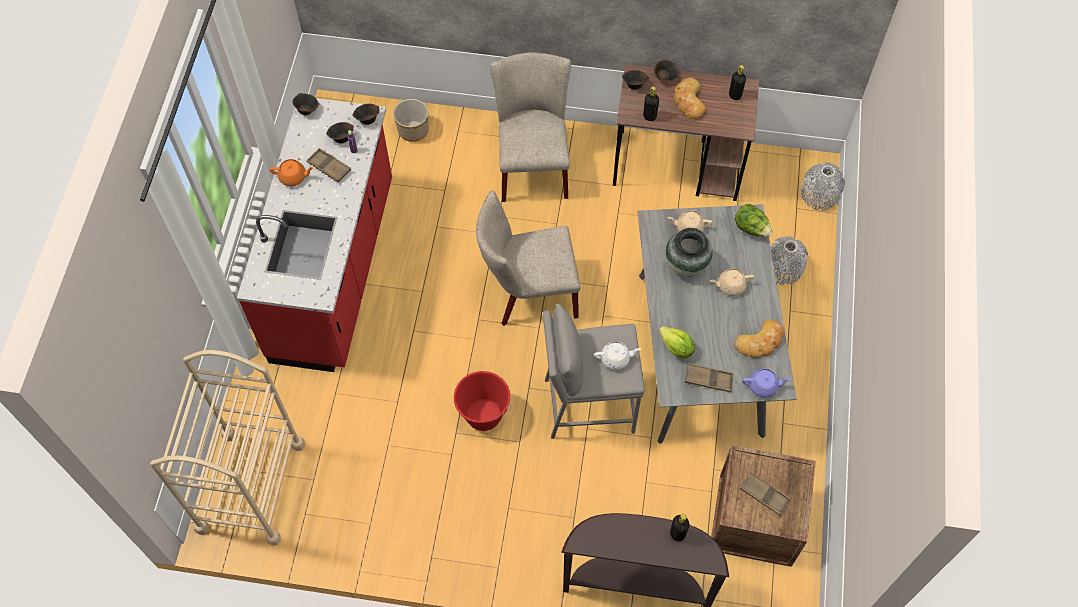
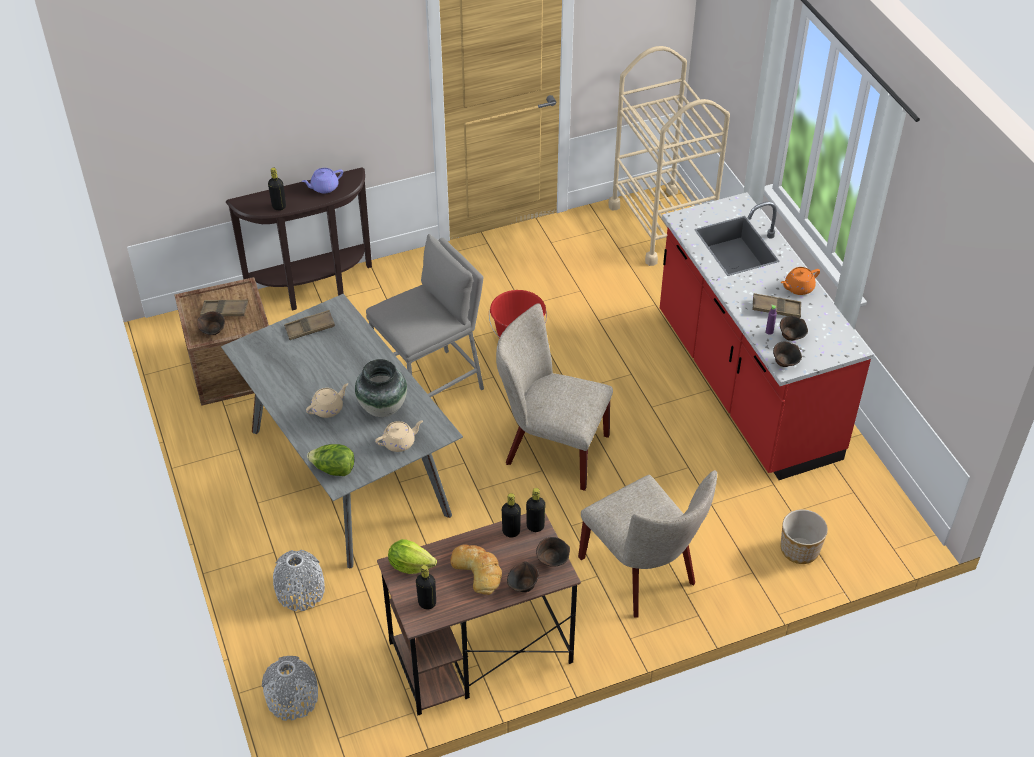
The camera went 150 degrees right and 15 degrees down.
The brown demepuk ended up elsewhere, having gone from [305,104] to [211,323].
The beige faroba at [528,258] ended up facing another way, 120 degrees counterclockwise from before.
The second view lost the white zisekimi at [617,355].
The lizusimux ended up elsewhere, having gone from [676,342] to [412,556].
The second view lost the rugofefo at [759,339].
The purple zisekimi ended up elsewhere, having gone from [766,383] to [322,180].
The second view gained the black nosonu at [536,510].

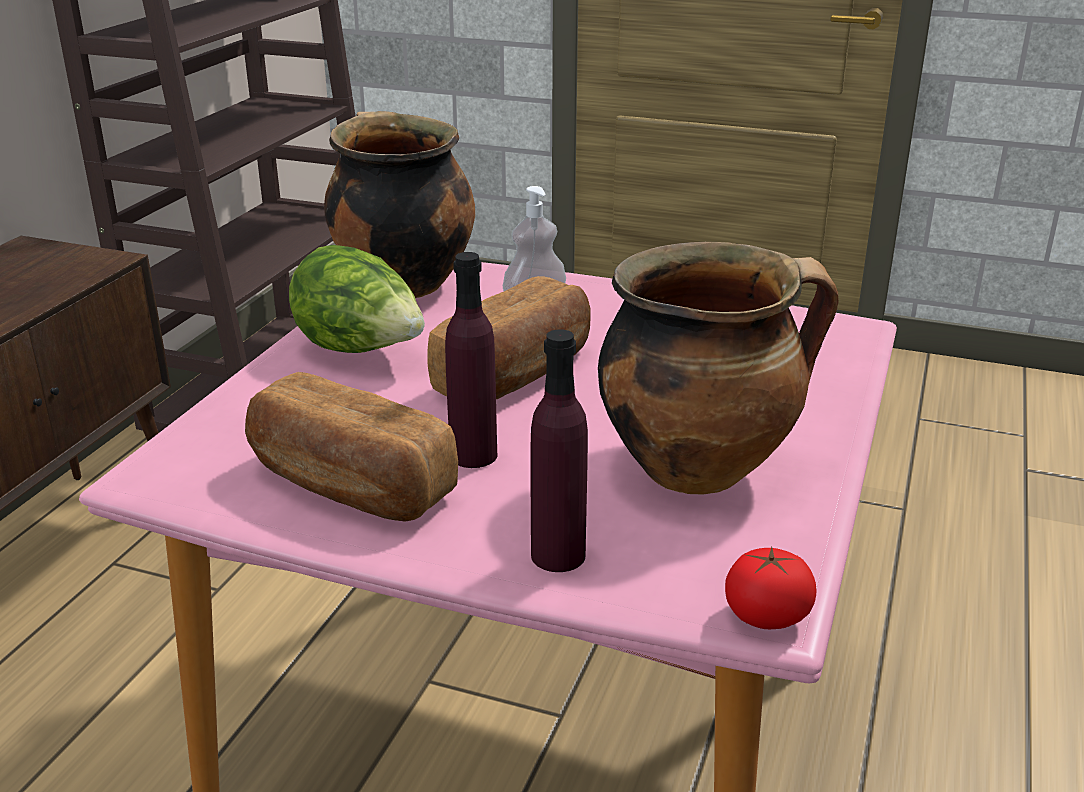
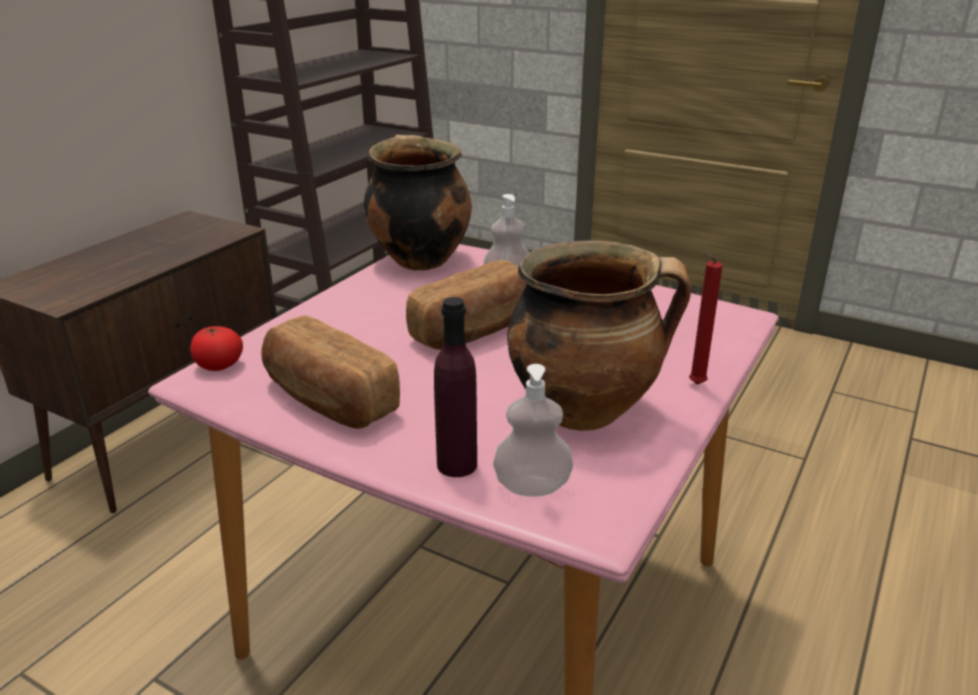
The camera went 10 degrees right and 0 degrees up.
The second view lost the lizusimux at [357,299].
The second view lost the purple nosonu at [471,360].
The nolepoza ended up elsewhere, having gone from [771,588] to [216,348].
The second view gained the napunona at [533,430].
The second view gained the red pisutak at [706,318].

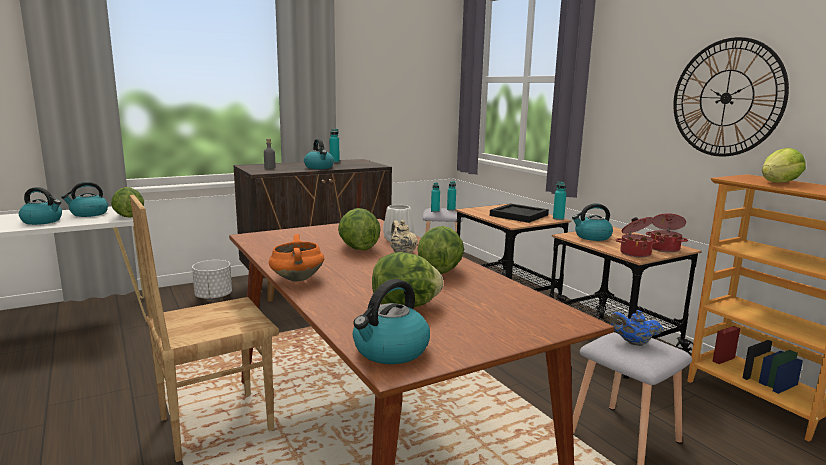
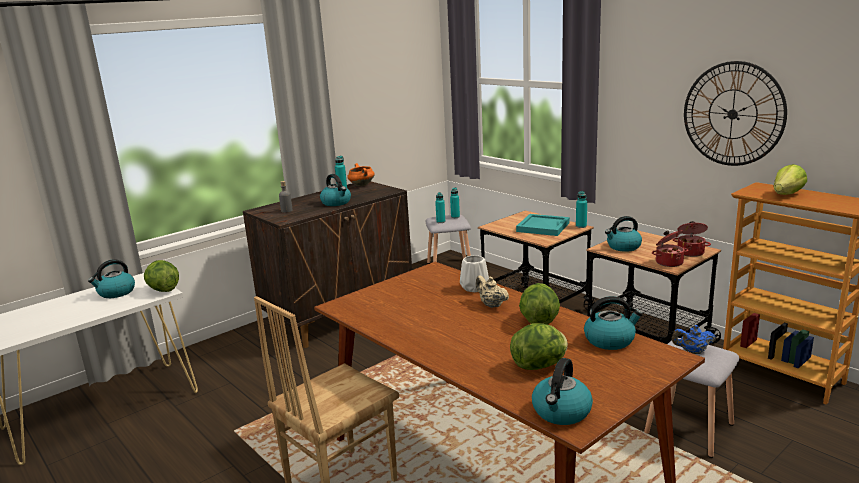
The camera went 10 degrees left and 5 degrees up.
The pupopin ended up elsewhere, having gone from [40,206] to [613,323].
The second view lost the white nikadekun at [212,280].
The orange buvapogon ended up elsewhere, having gone from [296,258] to [361,174].
The second view lost the lizusimux at [359,229].
What was the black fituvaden at [519,213] turned into the turquoise fituvaden at [543,225].

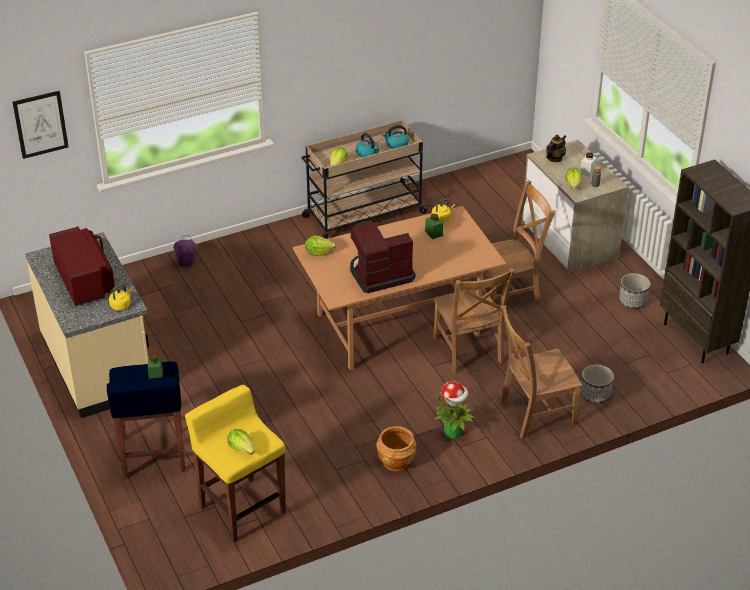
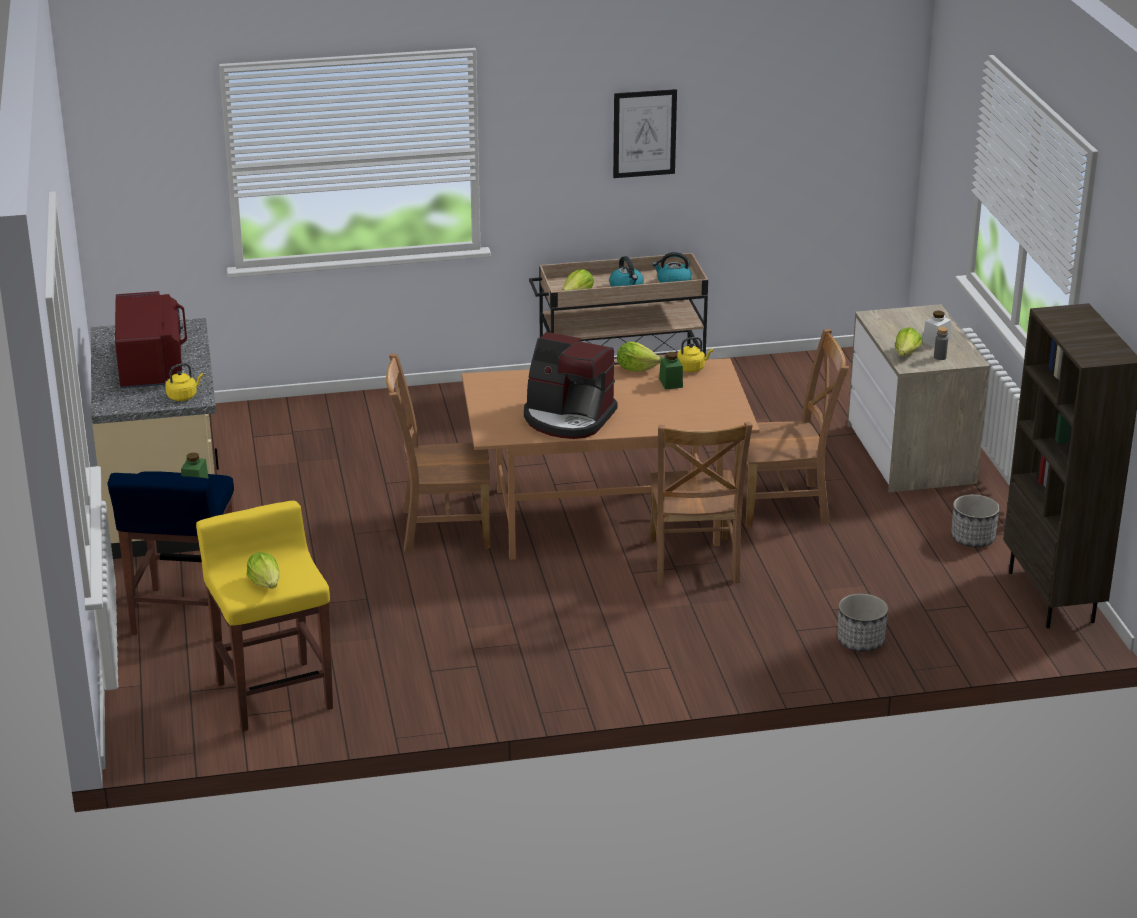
The camera went 15 degrees right and 10 degrees down.
The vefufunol ended up elsewhere, having gone from [40,125] to [645,133].
The second view lost the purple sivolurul at [184,251].
The lizusimux ended up elsewhere, having gone from [320,246] to [639,356].
The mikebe at [382,257] ended up facing another way, 150 degrees counterclockwise from before.
The second view lost the brown nikadekun at [396,448].
The second view lost the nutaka at [454,410].
The brown faroba ended up elsewhere, having gone from [541,372] to [438,452].
The second view lost the zisekimi at [556,148].

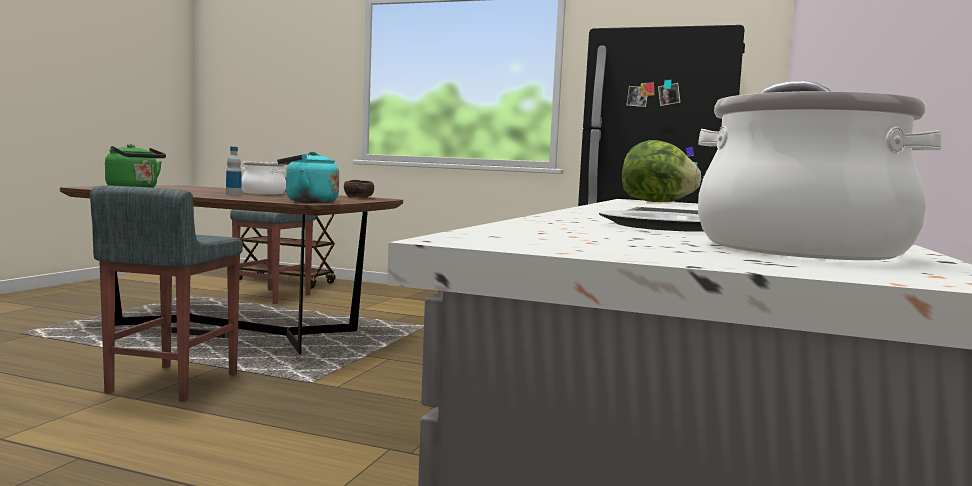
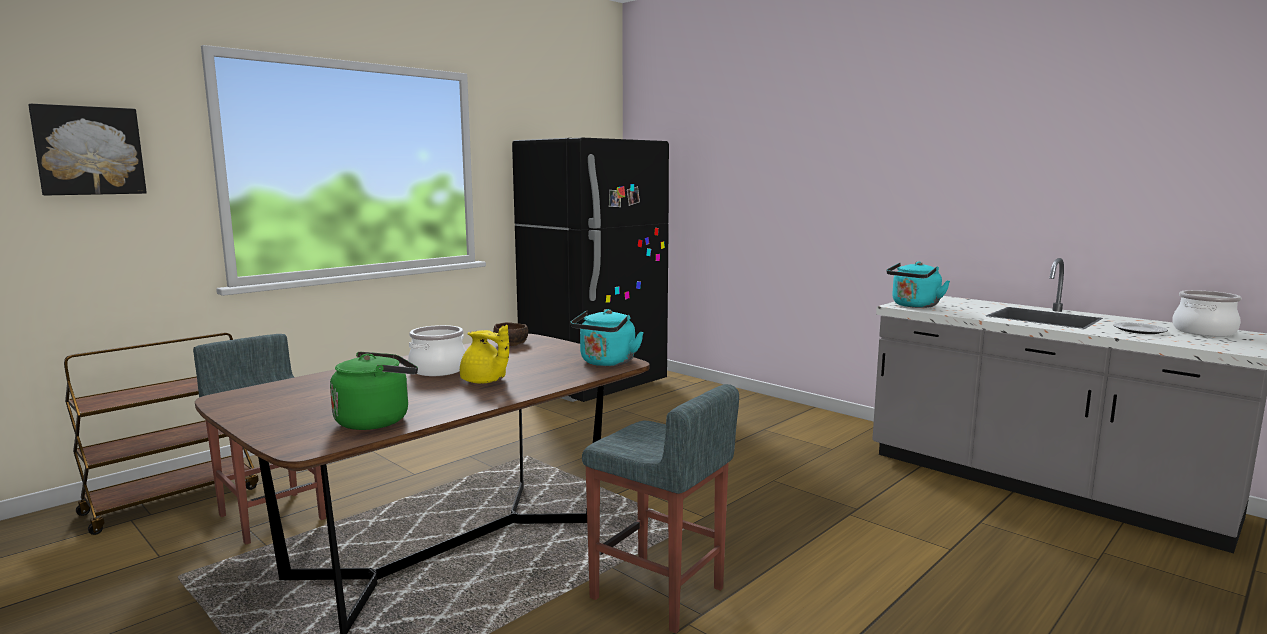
The camera went 65 degrees left and 5 degrees up.
Where the nosonu stood at [234,171], the yellow zisekimi came to stand at [484,354].
Where the lizusimux stood at [661,171], the turquoise pupopin came to stand at [918,284].
The second view gained the vefufunol at [87,149].

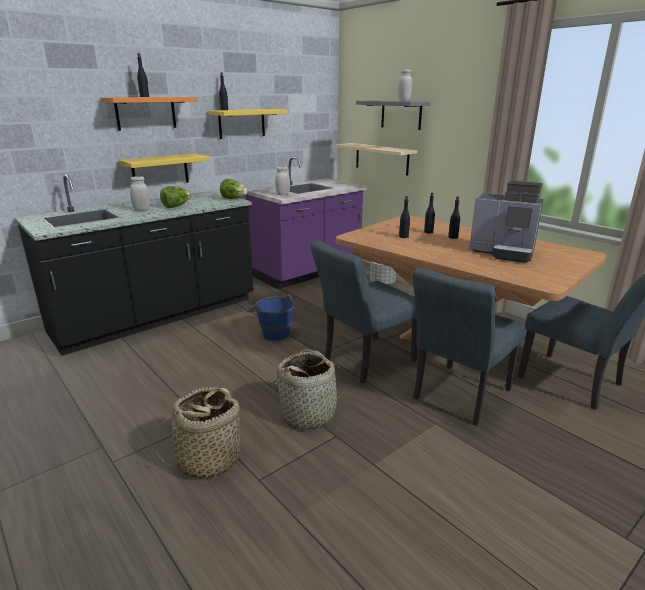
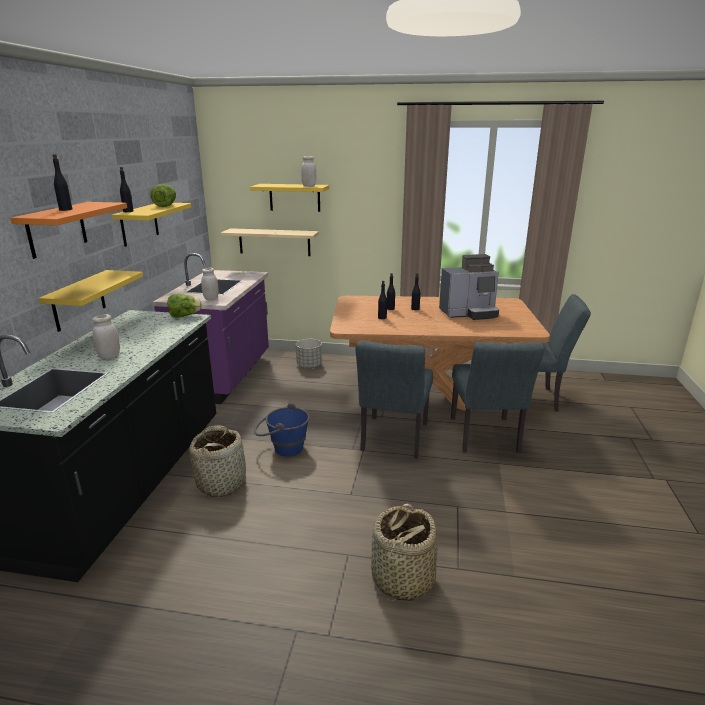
The camera went 40 degrees left and 0 degrees up.
The lizusimux ended up elsewhere, having gone from [175,197] to [163,195].
The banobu ended up elsewhere, having gone from [310,389] to [217,461].
What was the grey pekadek at [393,115] turned into the yellow pekadek at [289,198].

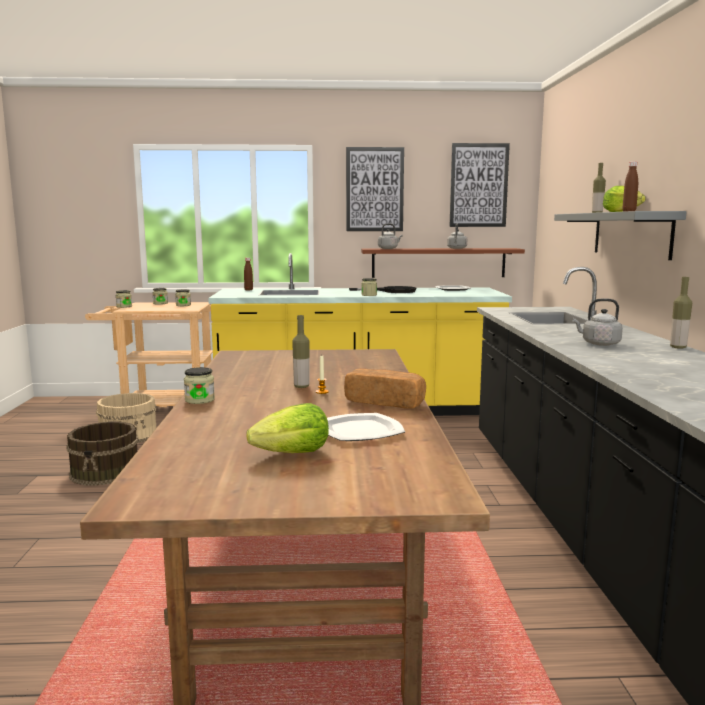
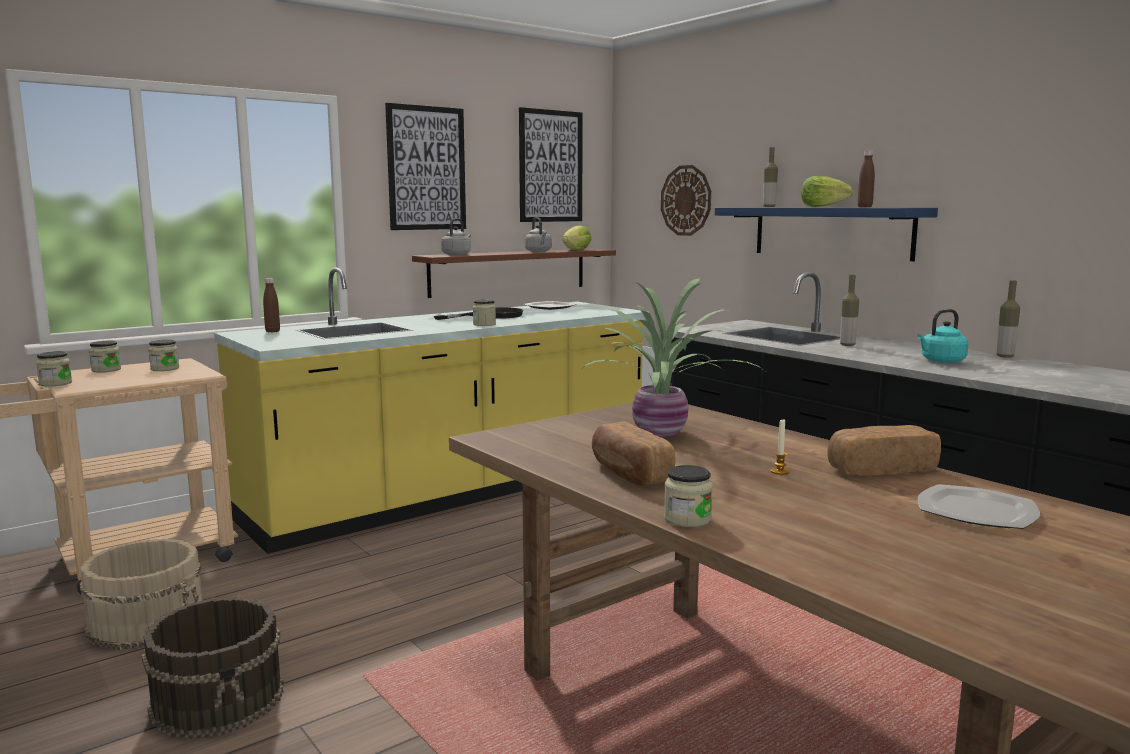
The camera went 35 degrees left and 0 degrees up.
The lizusimux ended up elsewhere, having gone from [287,428] to [577,238].
The nosonu ended up elsewhere, having gone from [300,351] to [849,310].
What was the grey pekadek at [620,235] turned into the blue pekadek at [826,234].
What was the grey pupopin at [597,322] turned into the turquoise pupopin at [943,336].
The second view gained the nutaka at [674,357].
The second view gained the rugofefo at [633,454].
The second view gained the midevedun at [686,200].

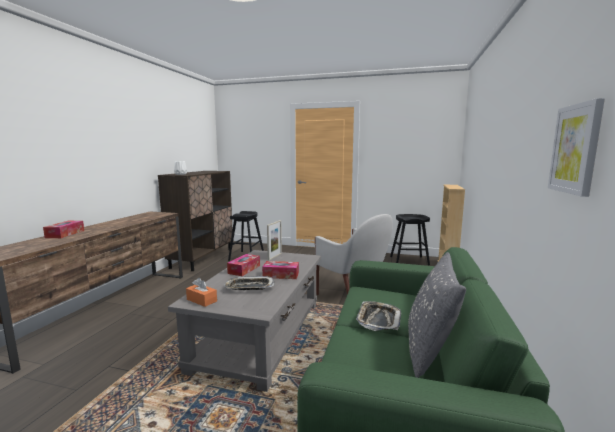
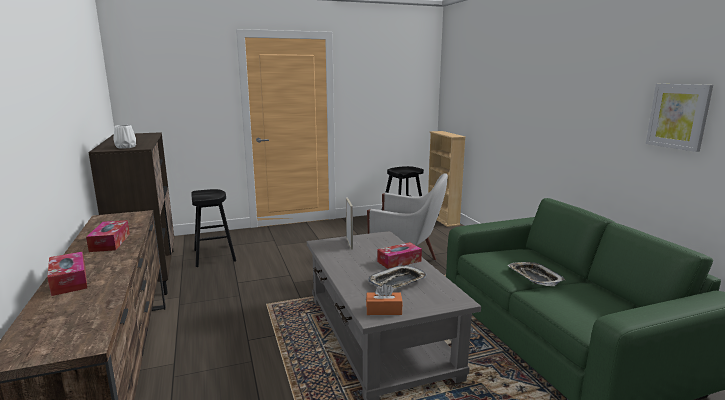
The camera went 35 degrees left and 5 degrees up.
The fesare ended up elsewhere, having gone from [243,265] to [108,236].
The second view lost the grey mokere at [437,315].

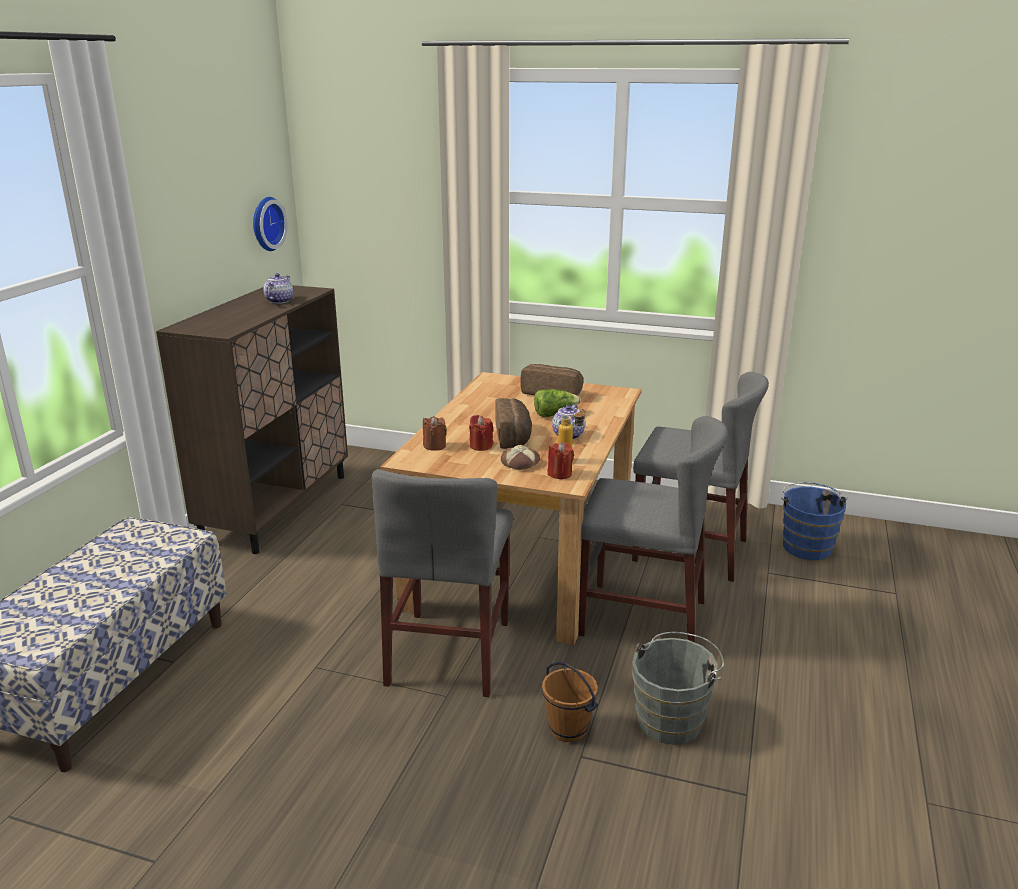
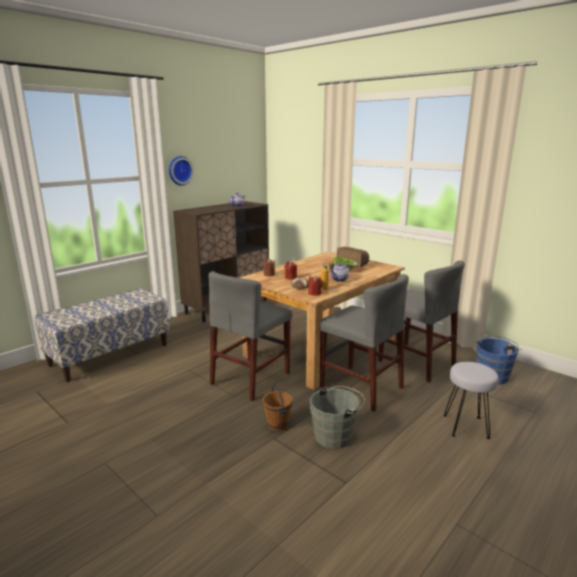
The camera went 25 degrees right and 5 degrees down.
The midevedun ended up elsewhere, having gone from [270,224] to [181,171].
The second view lost the rugofefo at [513,423].
The second view gained the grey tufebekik at [471,400].

